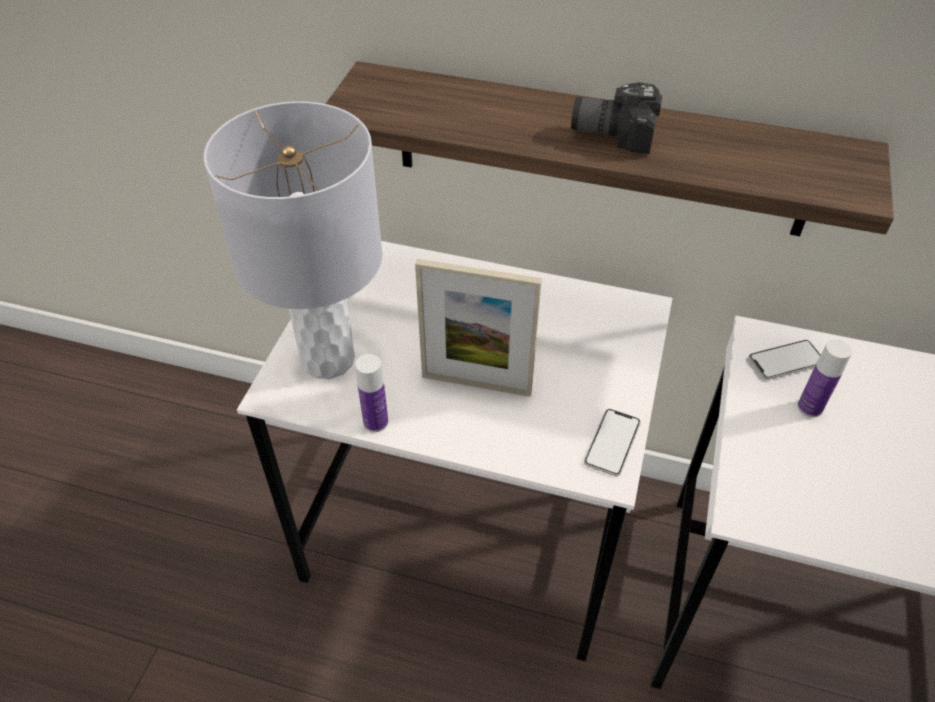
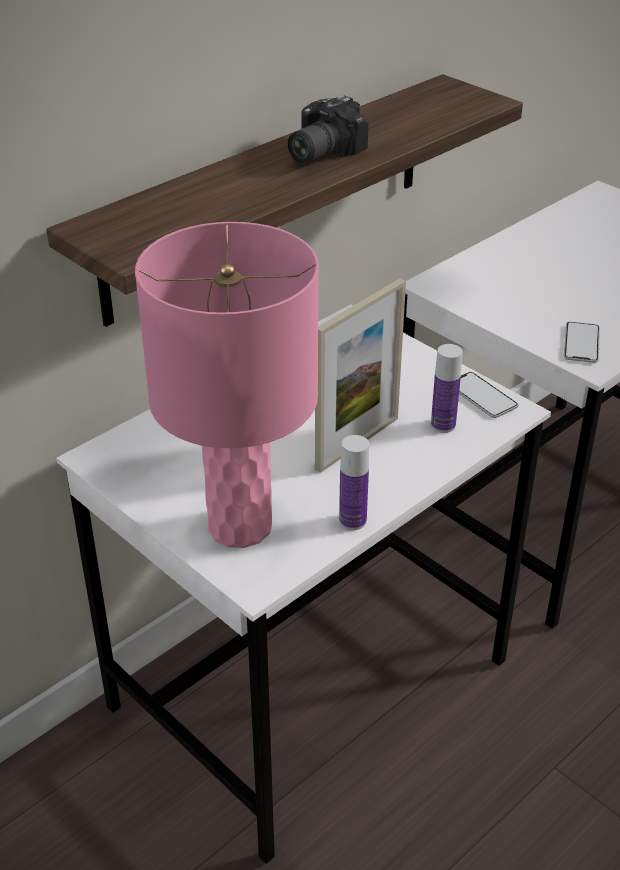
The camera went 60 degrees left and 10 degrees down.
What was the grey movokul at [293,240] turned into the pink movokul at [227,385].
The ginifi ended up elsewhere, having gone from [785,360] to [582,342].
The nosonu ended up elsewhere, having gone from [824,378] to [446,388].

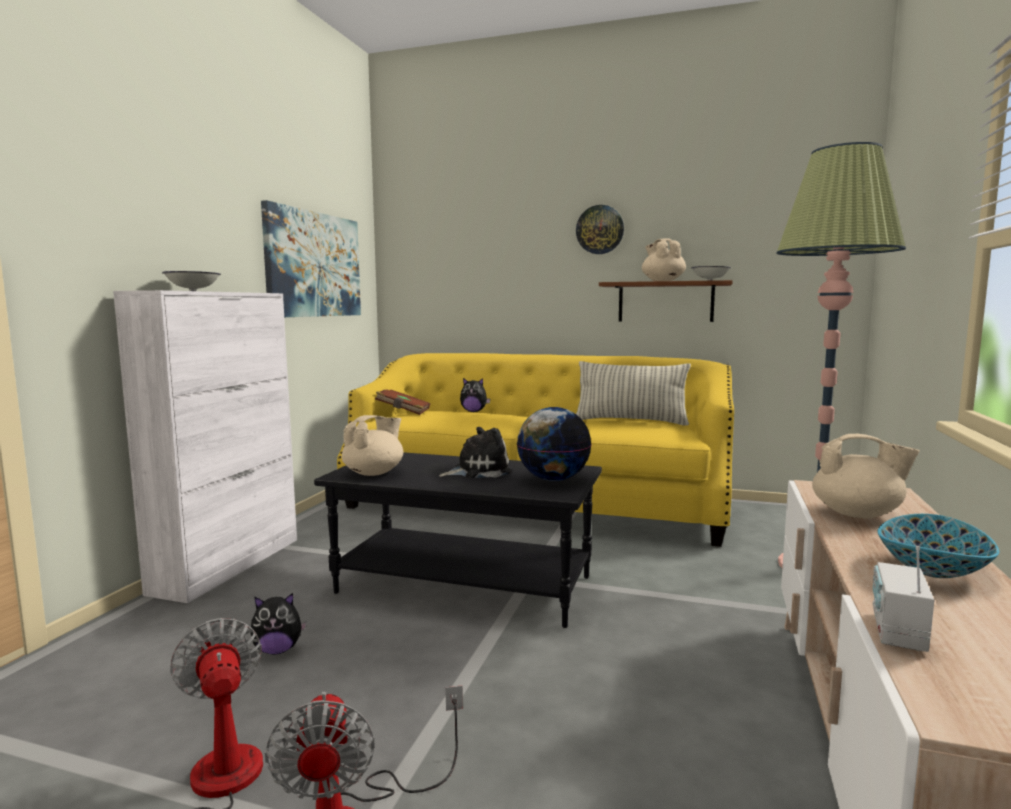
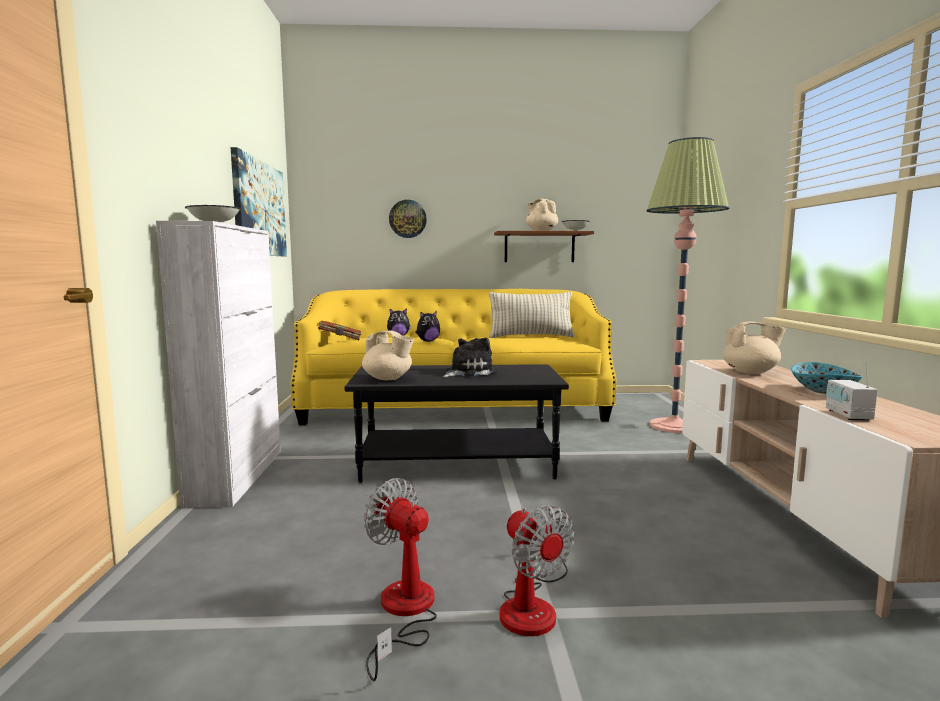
The camera went 20 degrees left and 0 degrees up.
The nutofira ended up elsewhere, having gone from [278,624] to [427,326].
The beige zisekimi at [372,445] ended up facing another way, 105 degrees clockwise from before.
The second view lost the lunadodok at [554,444].
The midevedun ended up elsewhere, having gone from [600,229] to [408,219].

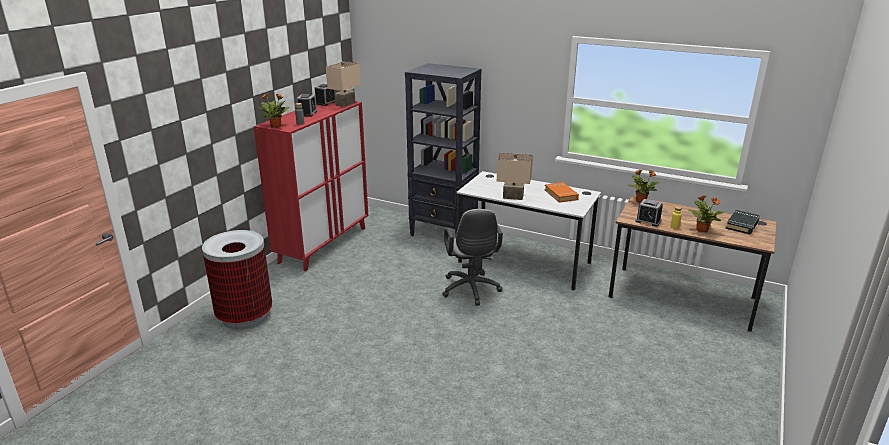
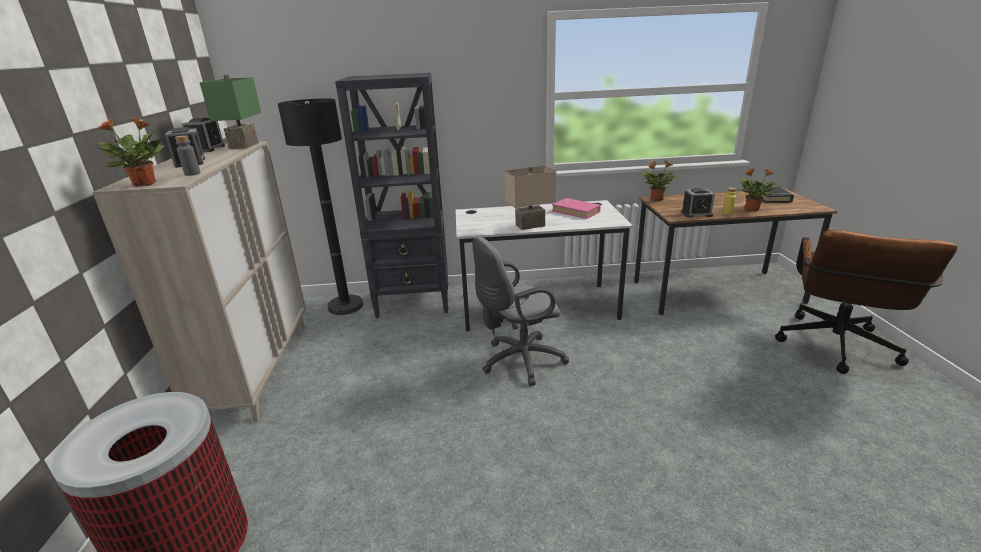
The camera went 30 degrees left and 0 degrees up.
What was the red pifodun at [311,186] turned into the beige pifodun at [199,282].
What was the beige movokul at [343,84] turned into the green movokul at [230,111].
The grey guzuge at [472,257] ended up facing another way, 105 degrees clockwise from before.
What was the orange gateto at [562,192] turned into the pink gateto at [576,208].
The second view gained the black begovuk at [320,206].
The second view gained the brown guzuge at [866,302].

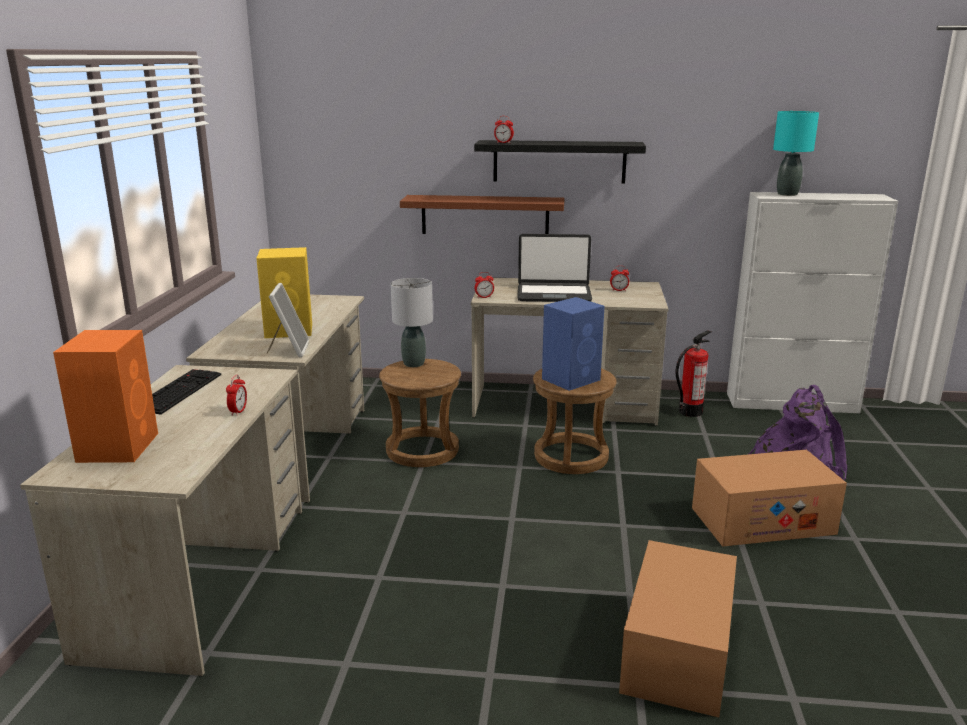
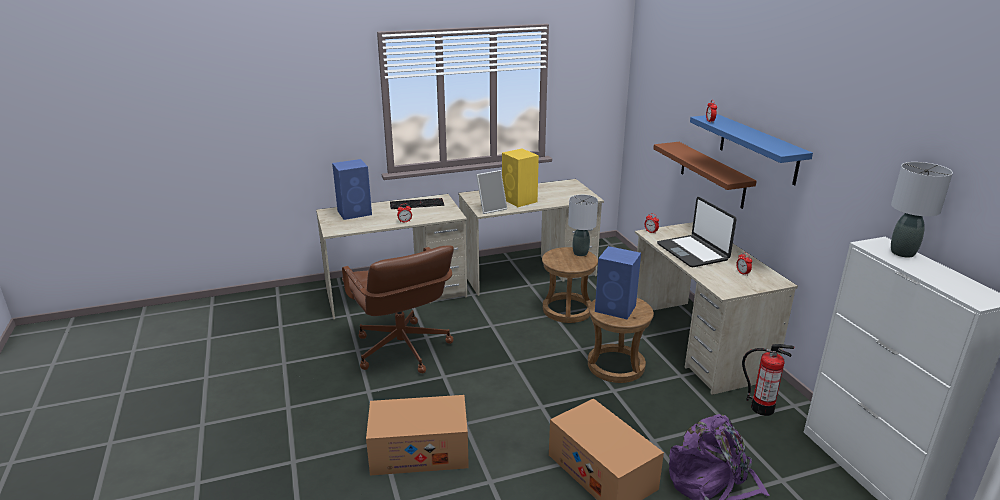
The camera went 65 degrees right and 5 degrees up.
What was the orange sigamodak at [105,396] turned into the blue sigamodak at [352,189].
What was the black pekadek at [560,161] turned into the blue pekadek at [751,149].
What was the turquoise movokul at [796,153] turned into the grey movokul at [922,210].
The second view gained the brown guzuge at [398,309].

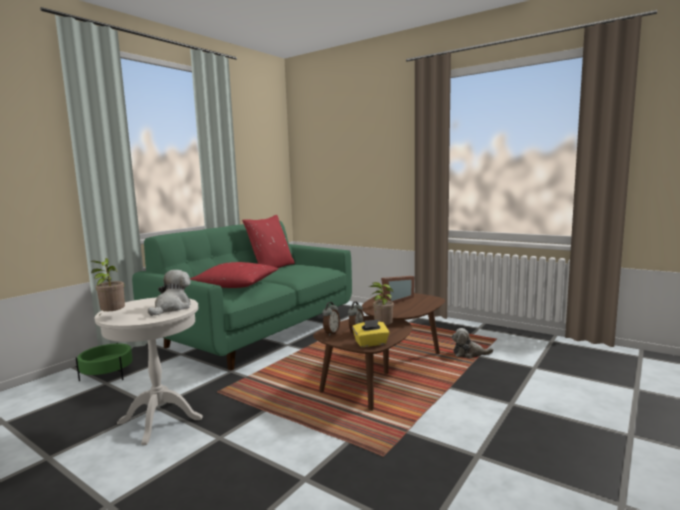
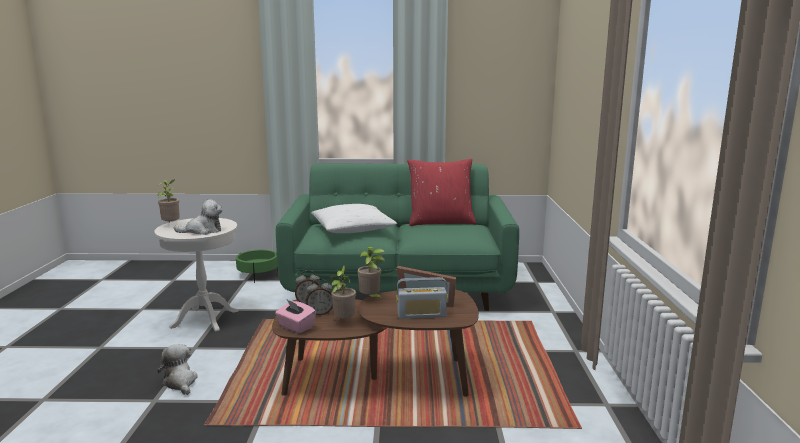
The camera went 55 degrees right and 5 degrees up.
What was the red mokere at [234,275] turned into the white mokere at [354,218].
What was the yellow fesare at [371,333] turned into the pink fesare at [295,316].
The nutofira ended up elsewhere, having gone from [472,343] to [177,369].
The second view gained the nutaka at [371,274].
The second view gained the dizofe at [422,298].

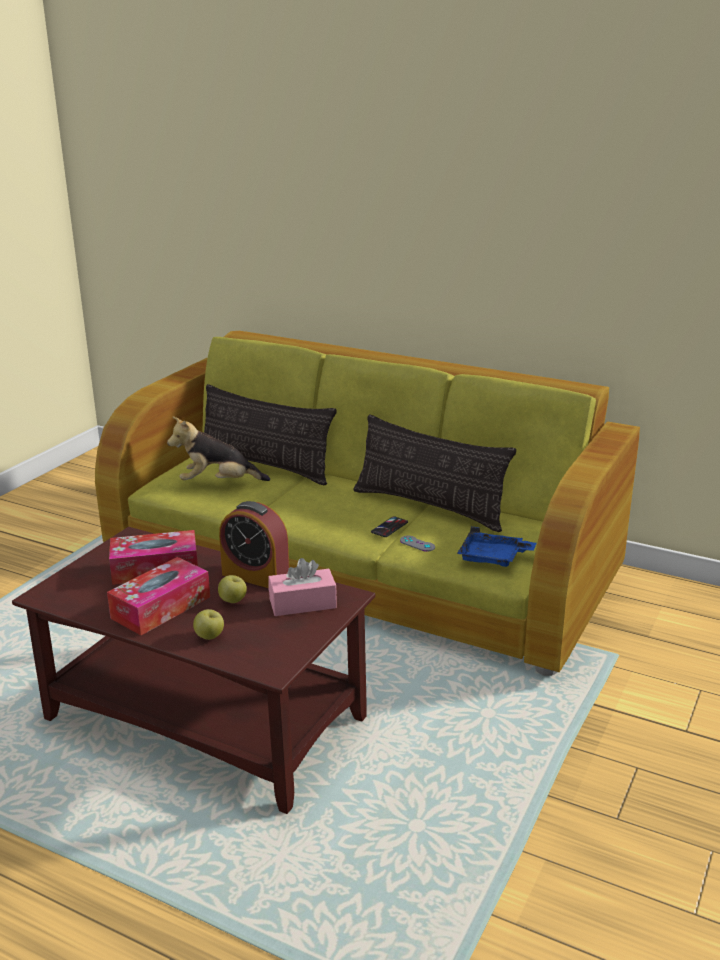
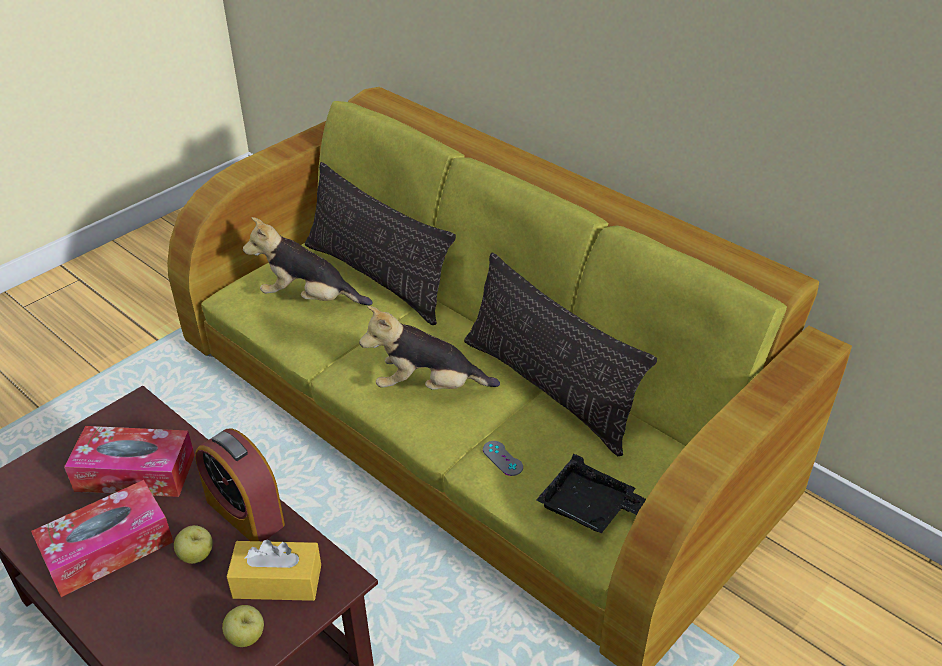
The camera went 15 degrees right and 15 degrees up.
The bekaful ended up elsewhere, having gone from [208,624] to [243,626].
What was the pink fesare at [302,587] turned into the yellow fesare at [273,570].
The second view lost the ginifi at [389,526].
What was the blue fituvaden at [497,546] turned into the black fituvaden at [591,493].
The second view gained the nutofira at [429,348].

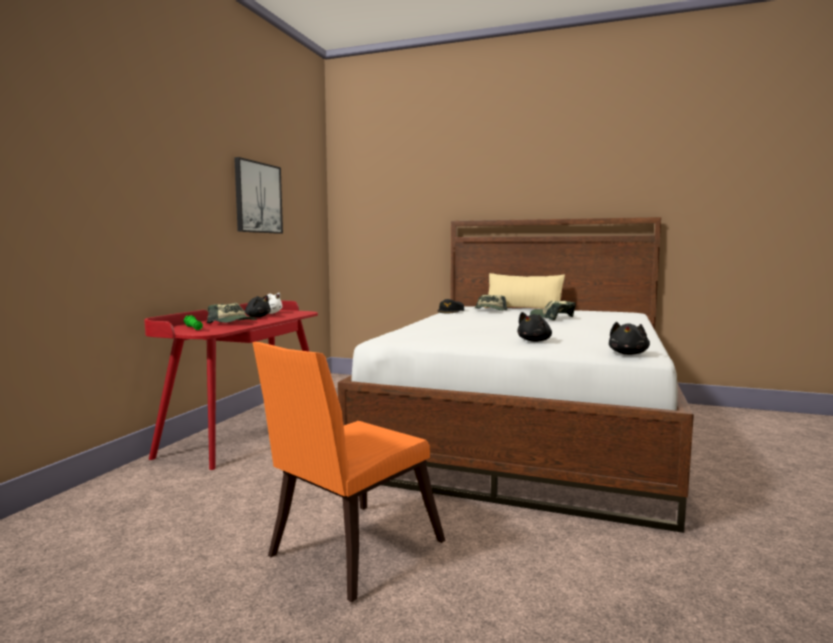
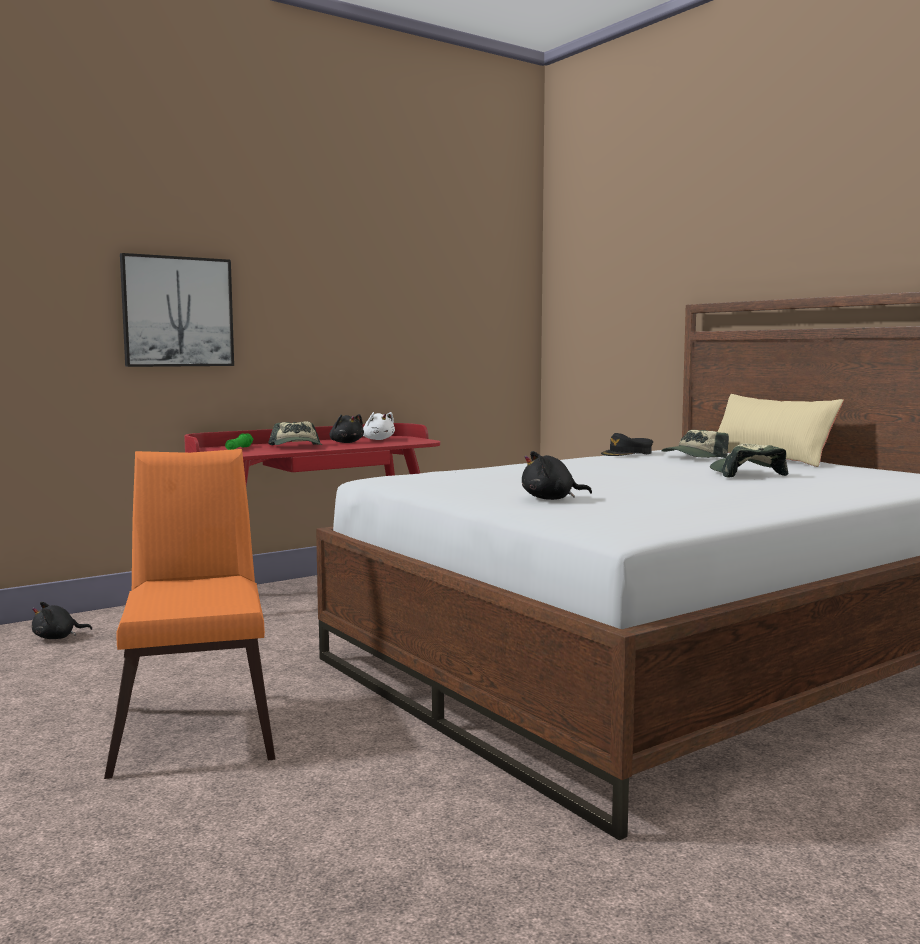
The camera went 35 degrees right and 0 degrees up.
The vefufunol ended up elsewhere, having gone from [258,195] to [177,310].
The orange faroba at [349,472] ended up facing another way, 90 degrees clockwise from before.
The black nutofira ended up elsewhere, having gone from [629,338] to [62,620].

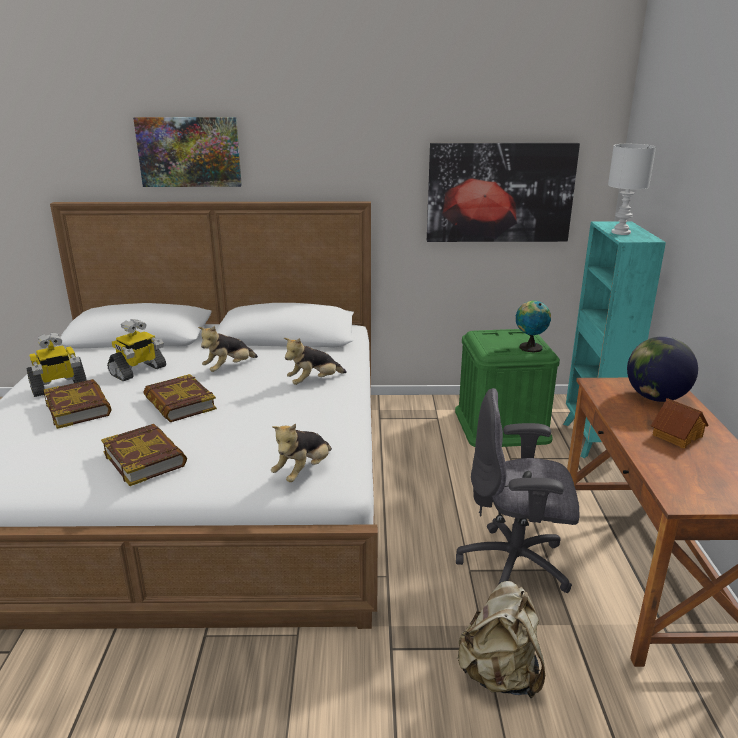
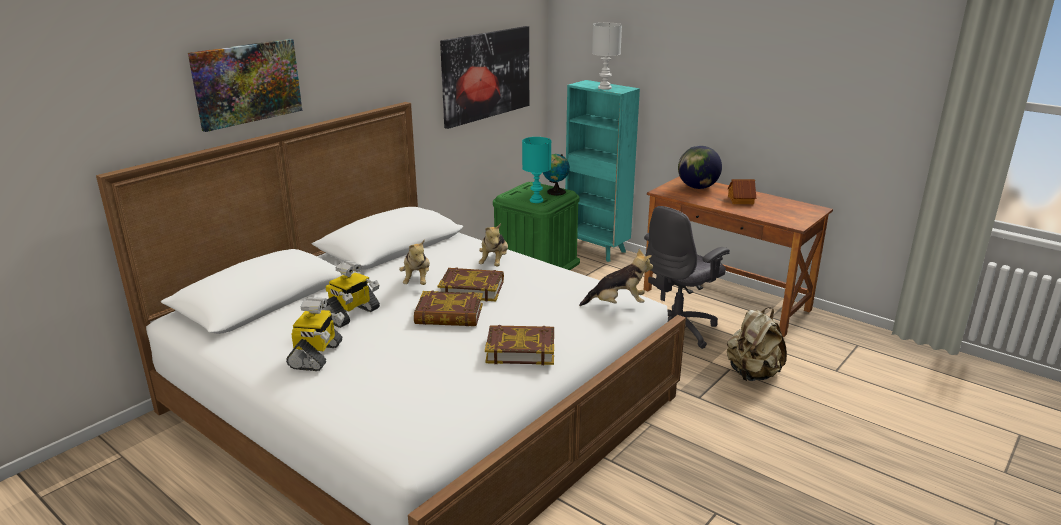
The camera went 50 degrees left and 0 degrees up.
The gateto ended up elsewhere, having gone from [77,404] to [470,284].
The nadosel at [136,350] ended up facing another way, 45 degrees clockwise from before.
The nutofira at [301,452] ended up facing another way, 75 degrees counterclockwise from before.
The second view gained the turquoise movokul at [536,170].

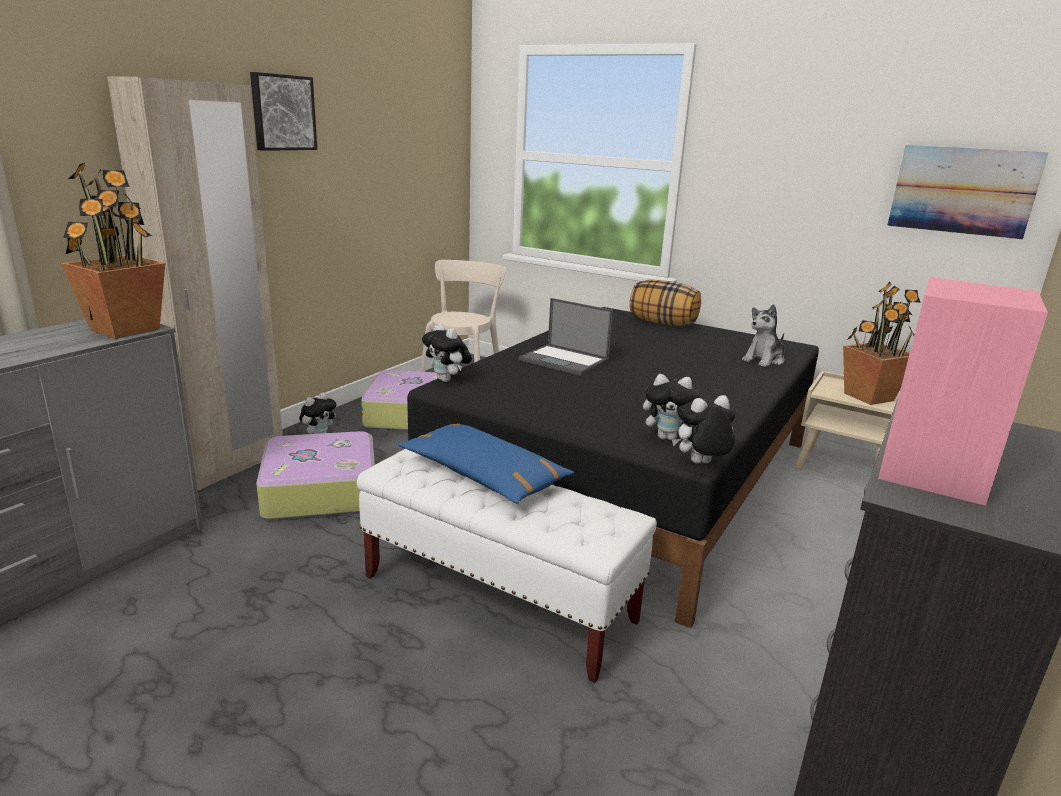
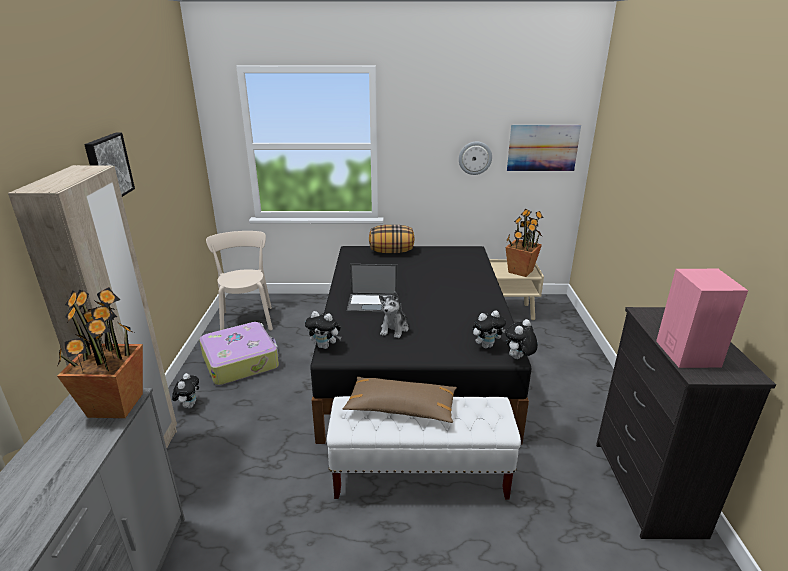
The camera went 30 degrees left and 5 degrees up.
The second view lost the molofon at [315,475].
What was the blue mokere at [486,463] turned into the brown mokere at [400,400].
The nutofira ended up elsewhere, having gone from [763,335] to [394,315].
The second view gained the midevedun at [475,158].

